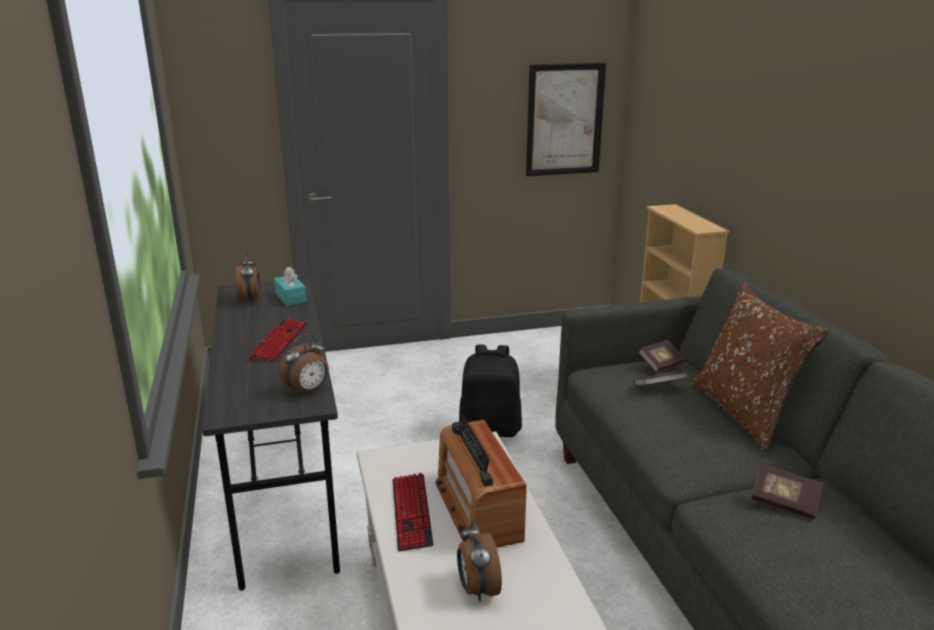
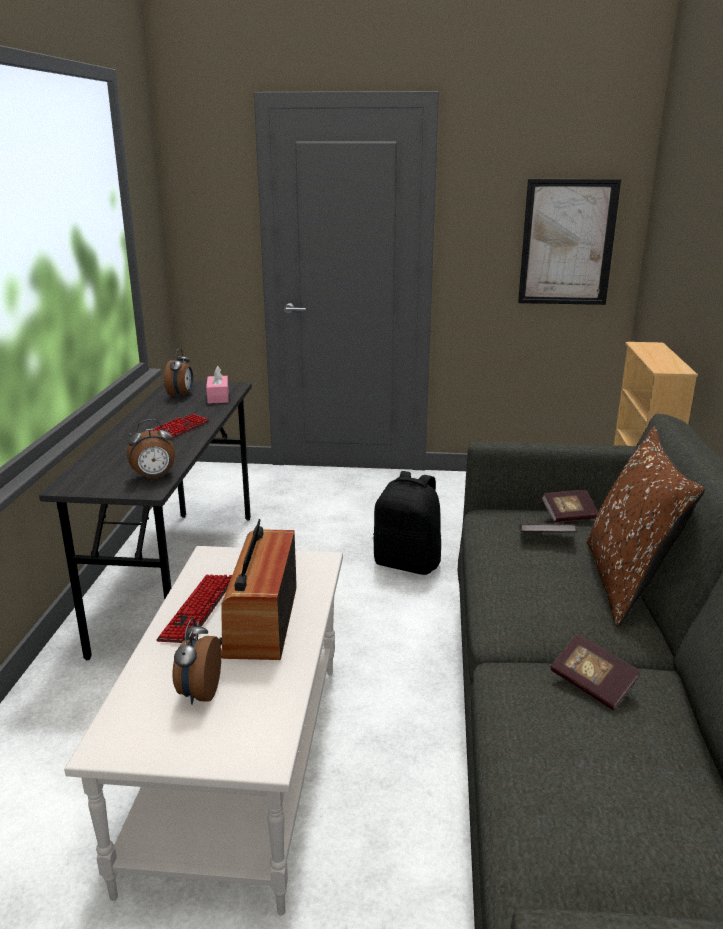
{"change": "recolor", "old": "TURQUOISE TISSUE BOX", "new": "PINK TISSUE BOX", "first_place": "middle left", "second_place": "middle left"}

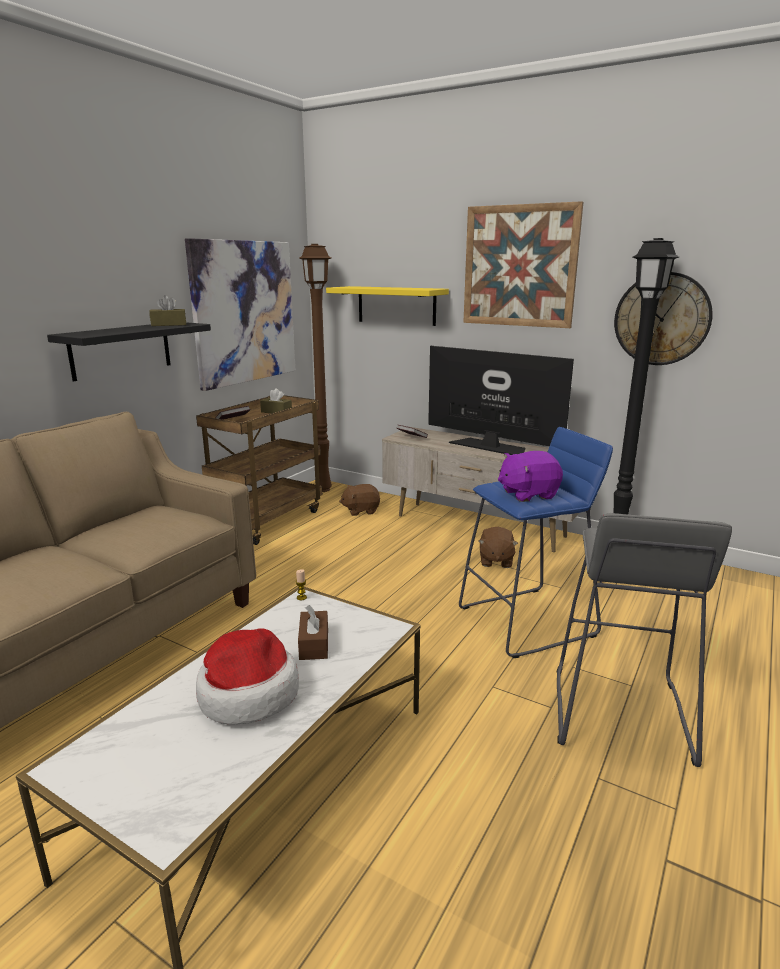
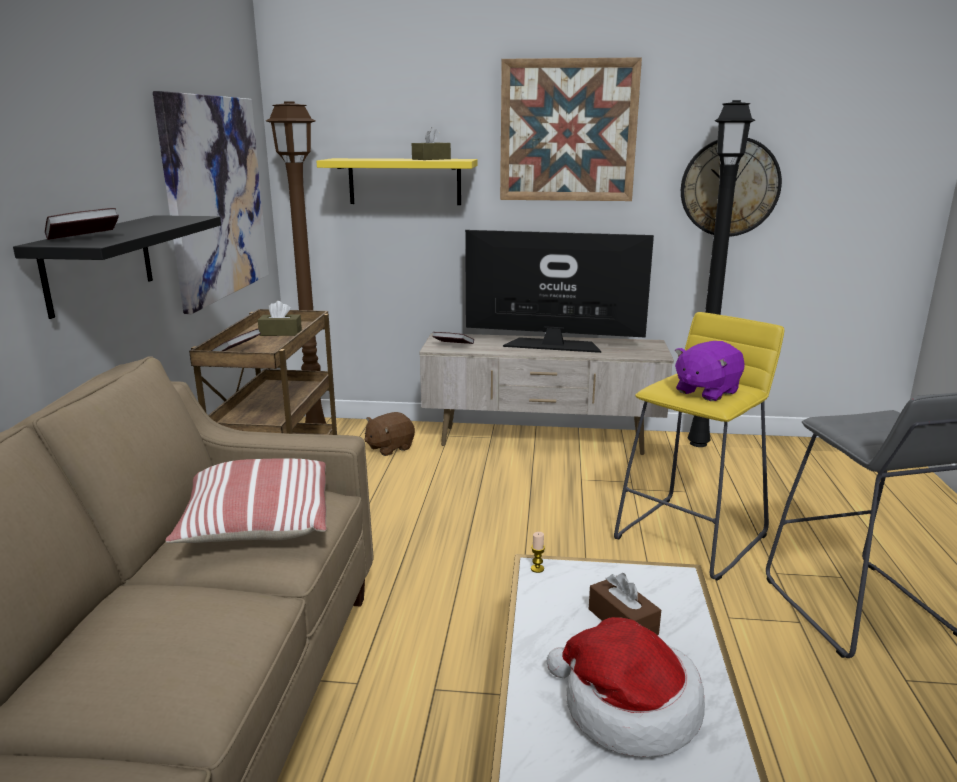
{"change": "delete", "old": "BROWN PLUSH TOY (2nd from left)", "first_place": "centre"}
{"change": "insert", "new": "BOOK (1st from left)", "second_place": "top left"}
{"change": "insert", "new": "PILLOW", "second_place": "middle left"}
{"change": "move", "old": "BROWN TISSUE BOX (1st from left in the first image)", "new": "BROWN TISSUE BOX (2nd from left)", "first_place": "top left", "second_place": "top centre"}
{"change": "recolor", "old": "BLUE STOOL", "new": "YELLOW STOOL", "first_place": "middle right", "second_place": "middle right"}

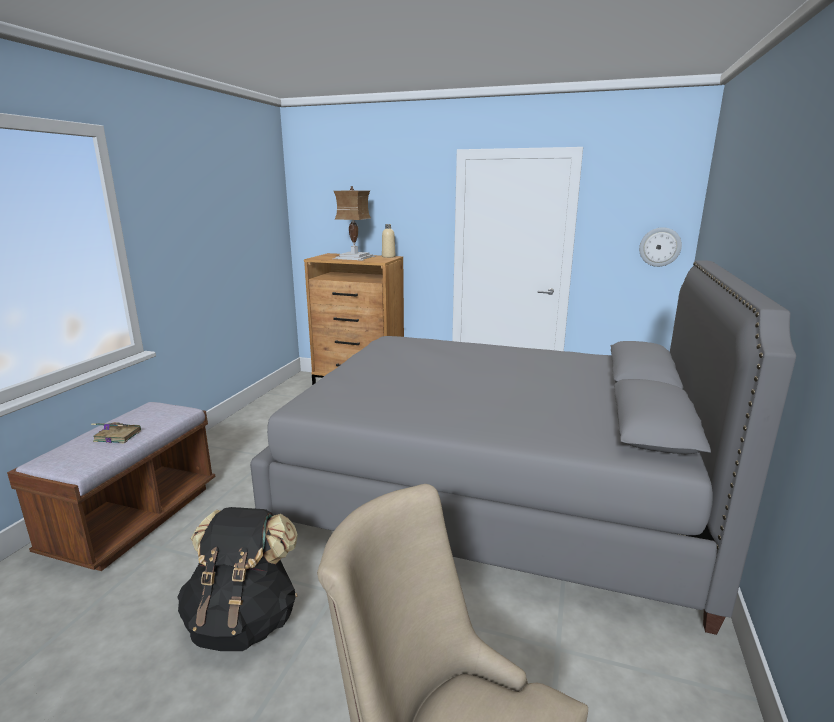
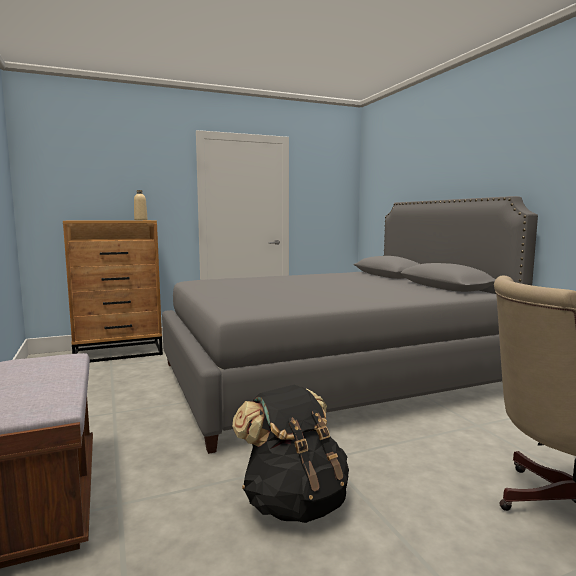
{"change": "delete", "old": "BOOK", "first_place": "middle left"}
{"change": "delete", "old": "TABLE LAMP", "first_place": "top centre"}
{"change": "delete", "old": "WALL CLOCK", "first_place": "middle right"}

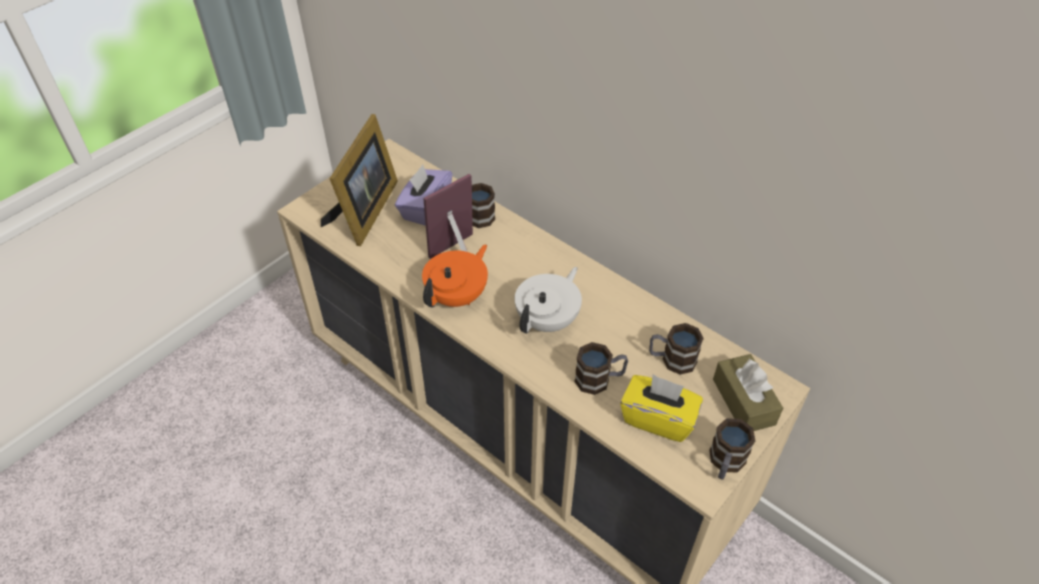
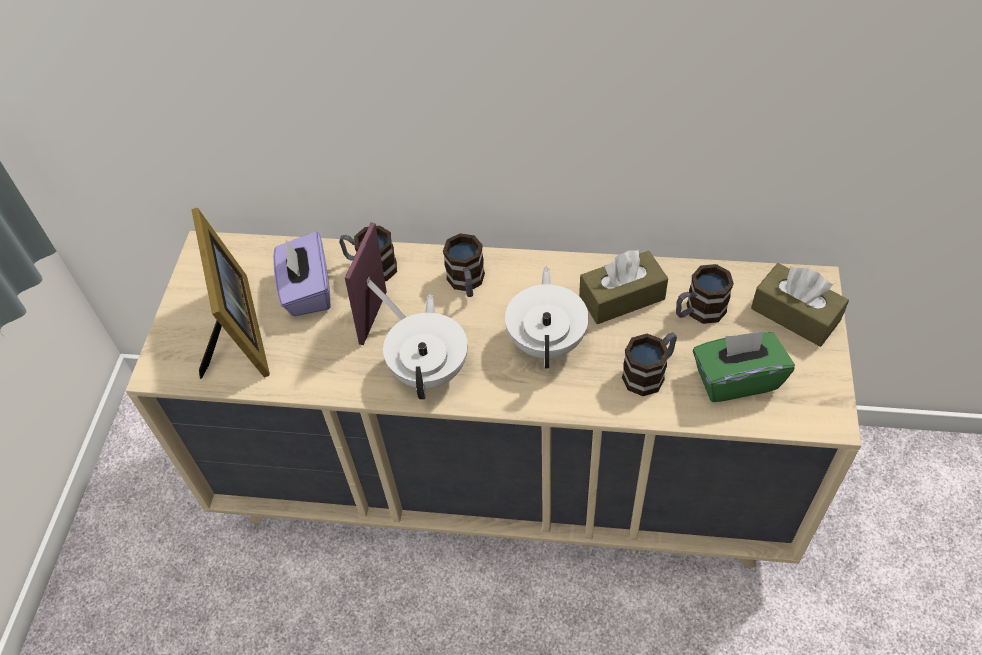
{"change": "insert", "new": "BROWN TISSUE BOX (1st from left)", "second_place": "centre"}
{"change": "move", "old": "MUG (4th from left in the first image)", "new": "MUG (2nd from left)", "first_place": "bottom right", "second_place": "centre"}
{"change": "recolor", "old": "ORANGE TEAPOT", "new": "WHITE TEAPOT (1st from left)", "first_place": "centre", "second_place": "centre"}
{"change": "recolor", "old": "YELLOW TISSUE BOX", "new": "GREEN TISSUE BOX", "first_place": "bottom centre", "second_place": "middle right"}

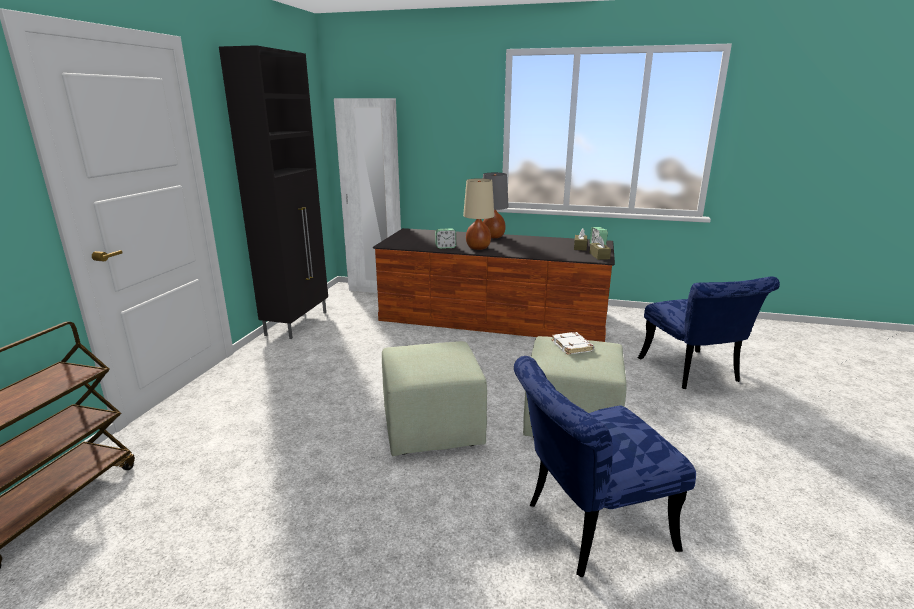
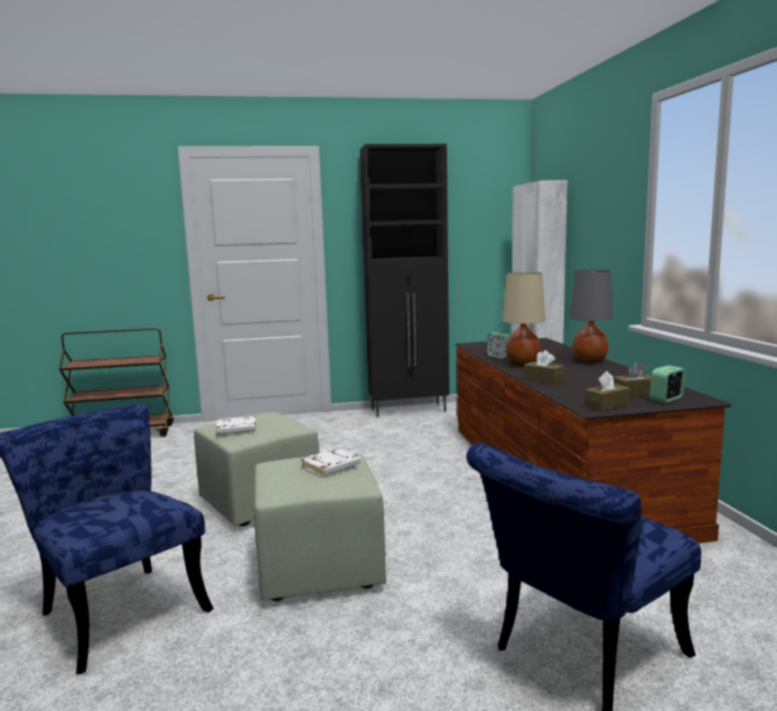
{"change": "insert", "new": "WHITE BOOK (1st from left)", "second_place": "middle left"}
{"change": "insert", "new": "BROWN TISSUE BOX (1st from left)", "second_place": "middle right"}

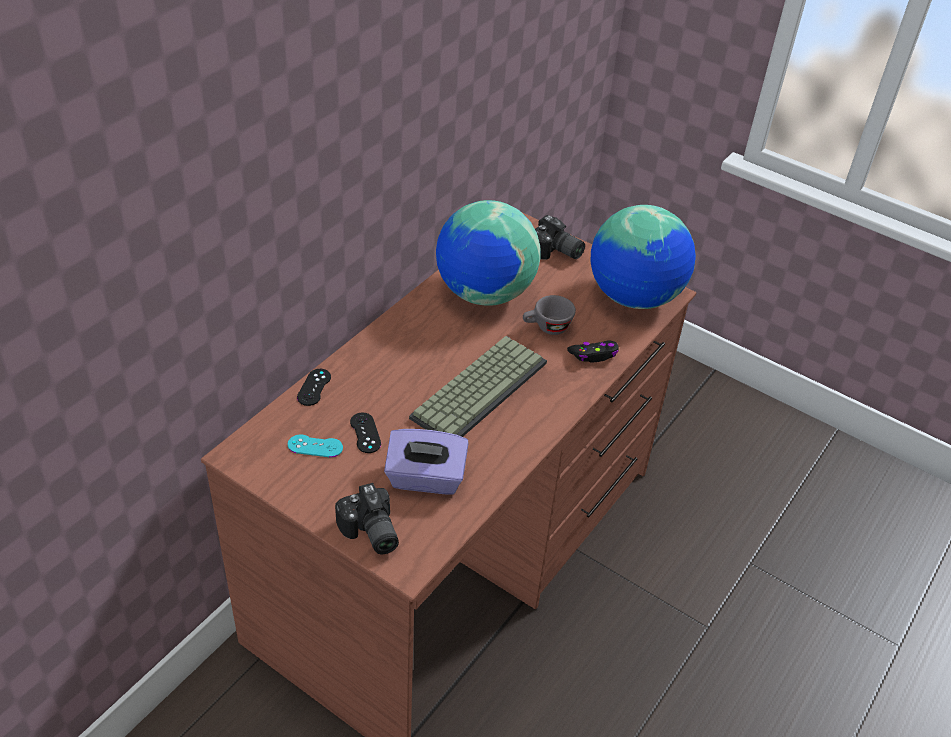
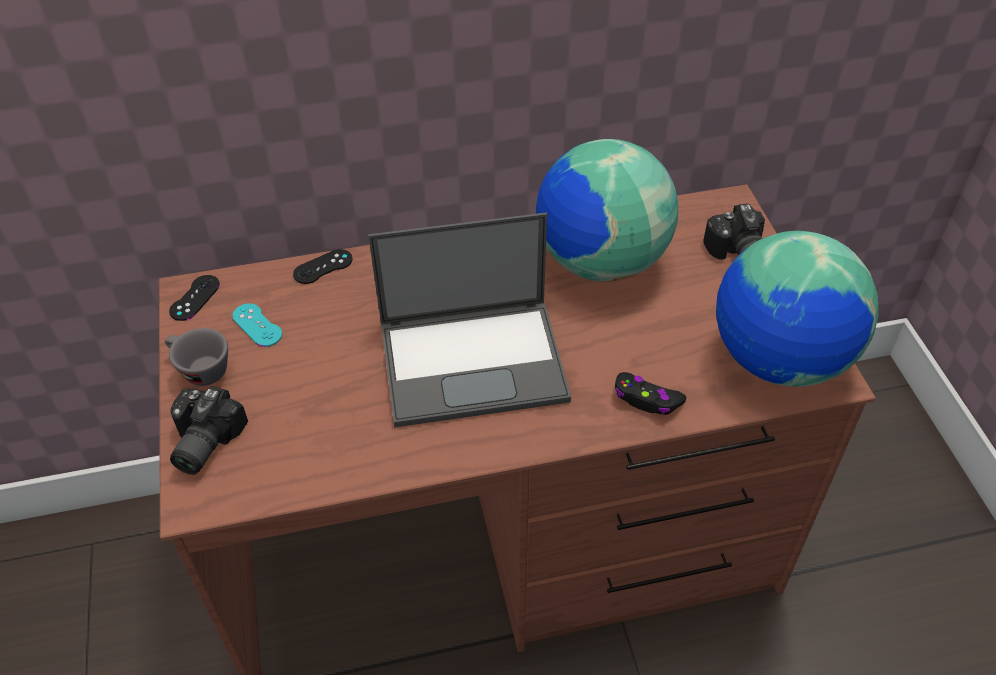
{"change": "delete", "old": "PURPLE TISSUE BOX", "first_place": "centre"}
{"change": "move", "old": "BLACK GAME CONTROLLER (2nd from left in the first image)", "new": "BLACK GAME CONTROLLER (1st from left)", "first_place": "centre", "second_place": "middle left"}
{"change": "move", "old": "GREY CUP", "first_place": "centre", "second_place": "middle left"}
{"change": "replace", "old": "KEYBOARD", "new": "LAPTOP", "first_place": "centre", "second_place": "centre"}

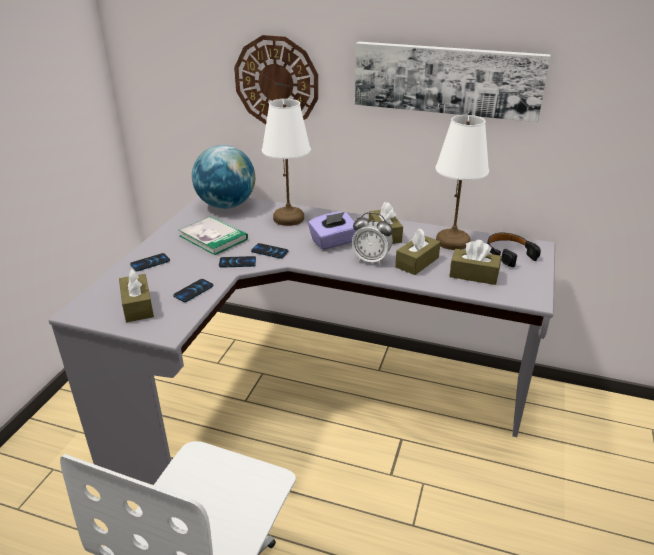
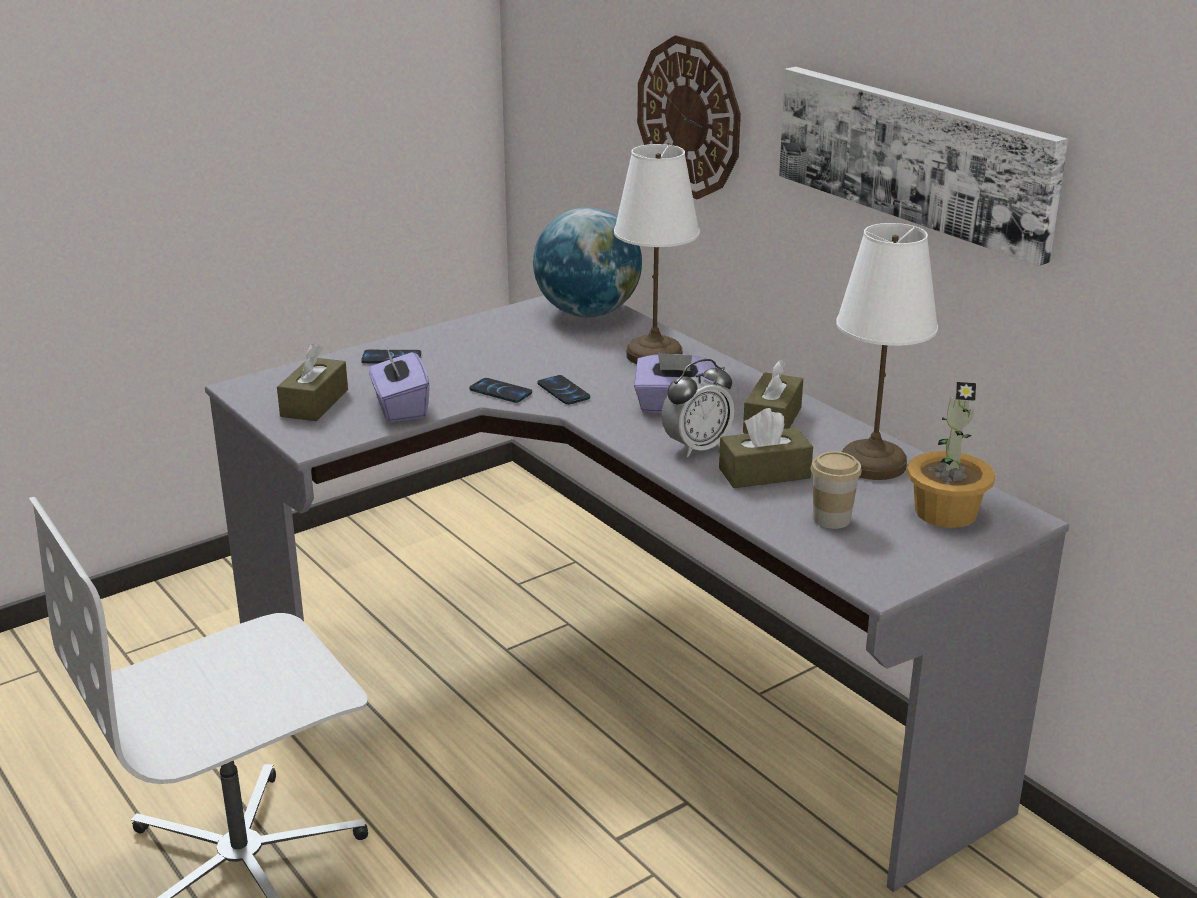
{"change": "delete", "old": "BOOK", "first_place": "middle left"}
{"change": "replace", "old": "PHONE (2nd from left)", "new": "PURPLE TISSUE BOX (1st from left)", "first_place": "middle left", "second_place": "centre"}
{"change": "replace", "old": "BROWN TISSUE BOX (4th from left)", "new": "CUP", "first_place": "middle right", "second_place": "middle right"}
{"change": "replace", "old": "BLACK HEADPHONES", "new": "POTTED PLANT", "first_place": "middle right", "second_place": "middle right"}
{"change": "rotate", "old": "ALARM CLOCK", "first_place": "centre", "second_place": "centre", "degrees": -90}

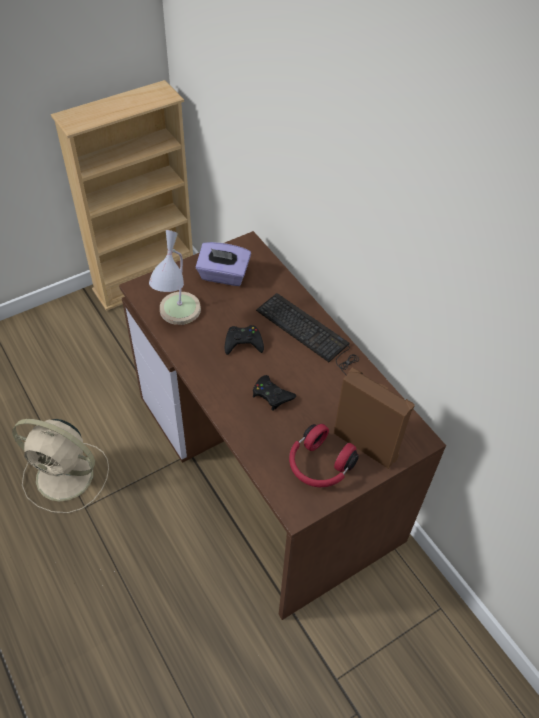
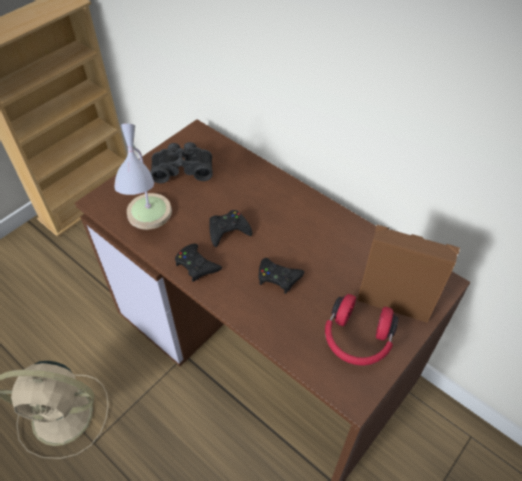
{"change": "delete", "old": "KEYBOARD", "first_place": "centre"}
{"change": "insert", "new": "BLACK GAME CONTROLLER (1st from left)", "second_place": "centre"}
{"change": "replace", "old": "PURPLE TISSUE BOX", "new": "BLACK BINOCULARS", "first_place": "centre", "second_place": "centre"}

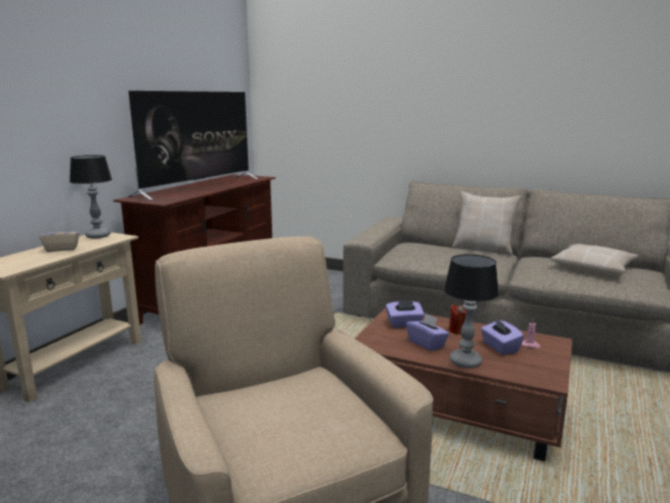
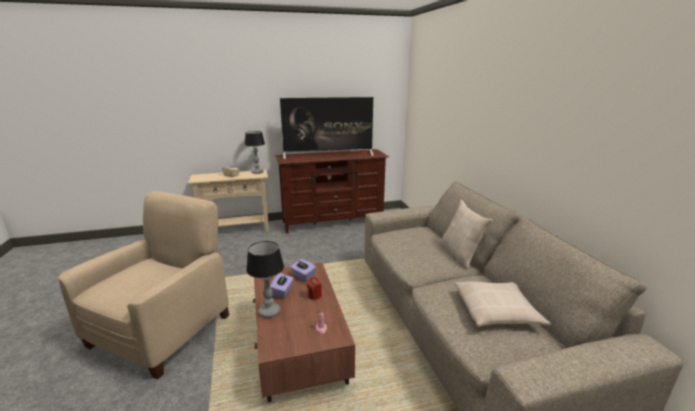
{"change": "delete", "old": "PURPLE TISSUE BOX (3rd from left)", "first_place": "bottom right"}

